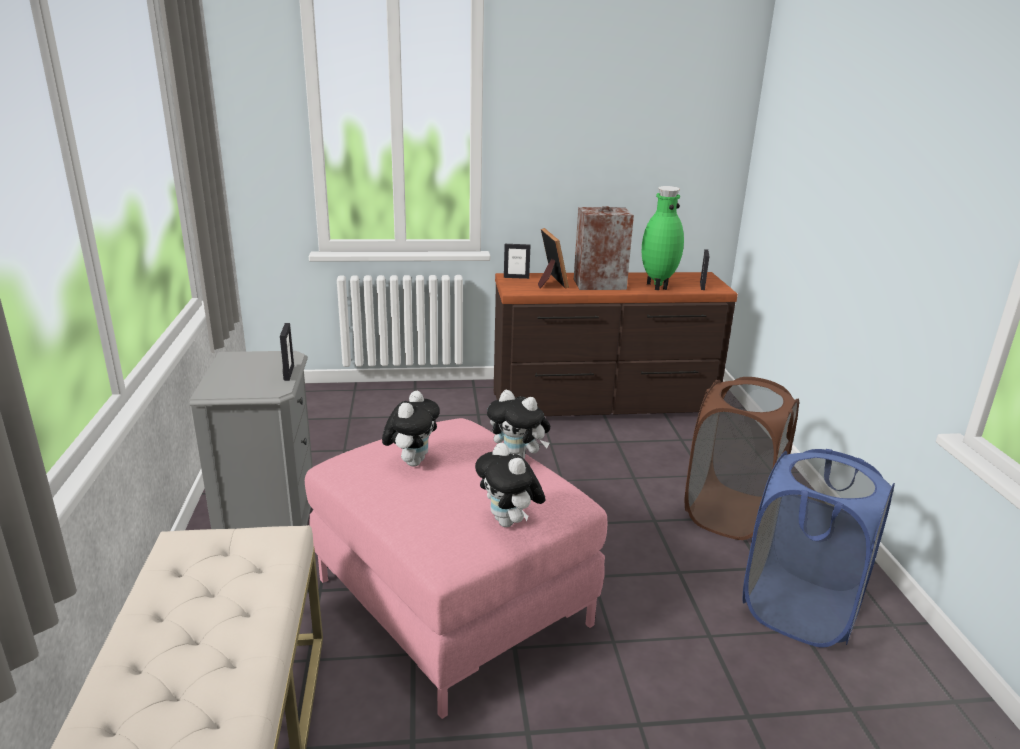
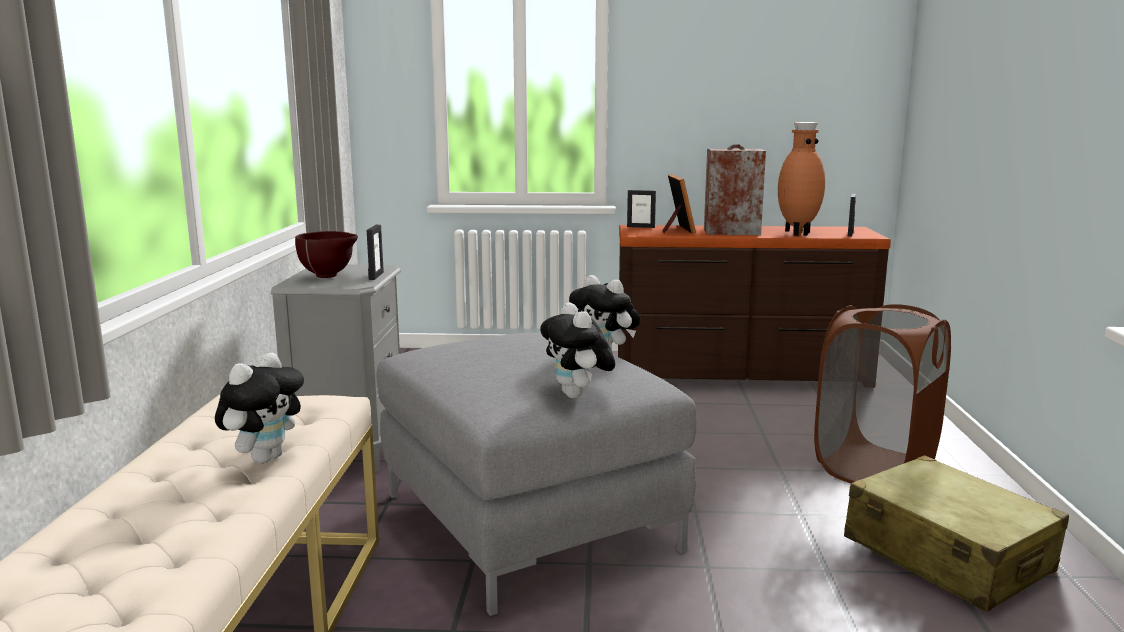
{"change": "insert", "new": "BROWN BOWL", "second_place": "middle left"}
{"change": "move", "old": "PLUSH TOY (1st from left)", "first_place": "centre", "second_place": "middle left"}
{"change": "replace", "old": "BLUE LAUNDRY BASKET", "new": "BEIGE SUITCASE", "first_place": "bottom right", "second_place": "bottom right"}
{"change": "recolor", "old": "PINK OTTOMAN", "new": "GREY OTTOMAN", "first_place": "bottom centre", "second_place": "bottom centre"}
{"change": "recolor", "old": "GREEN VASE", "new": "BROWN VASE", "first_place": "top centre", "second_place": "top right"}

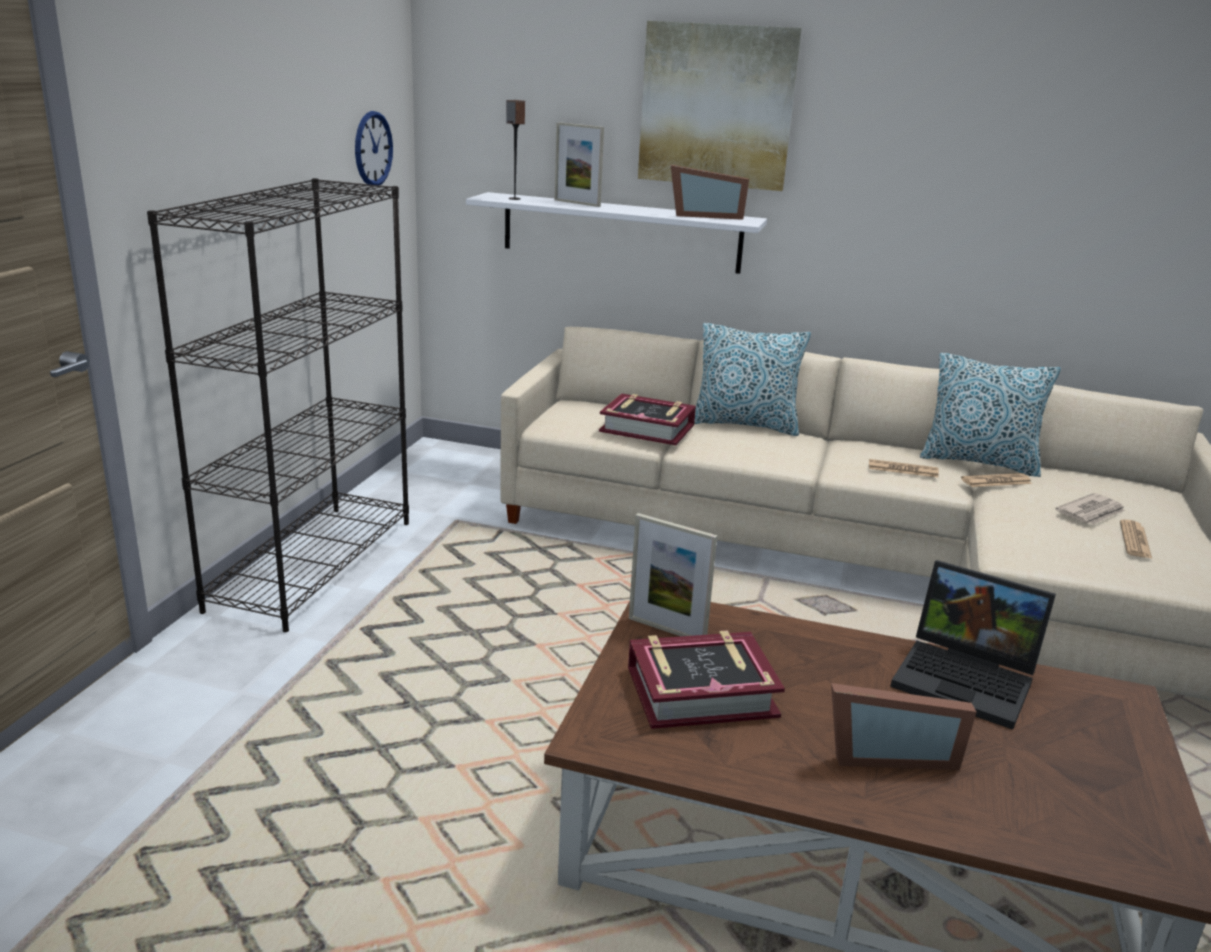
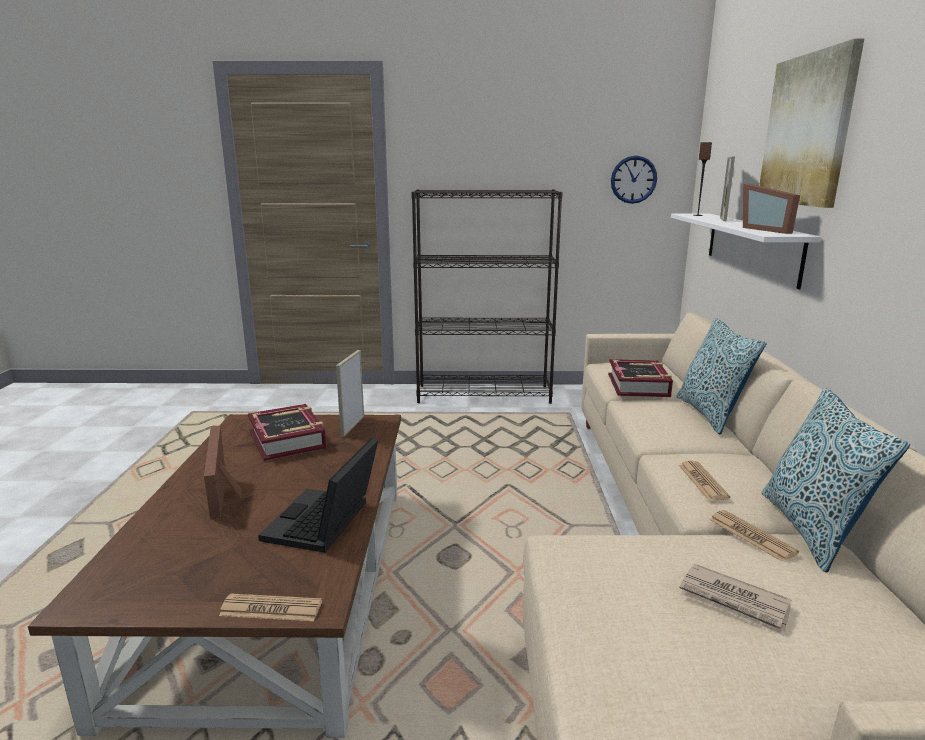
{"change": "move", "old": "NEWSPAPER (4th from left in the first image)", "new": "NEWSPAPER (1st from left)", "first_place": "middle right", "second_place": "bottom left"}

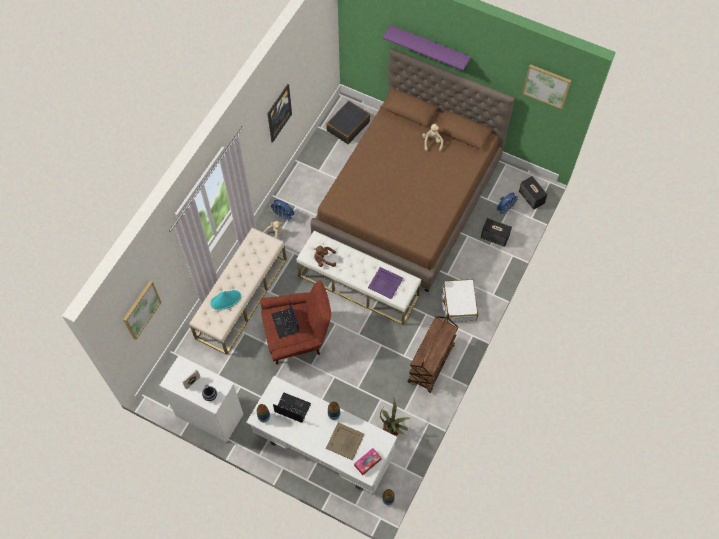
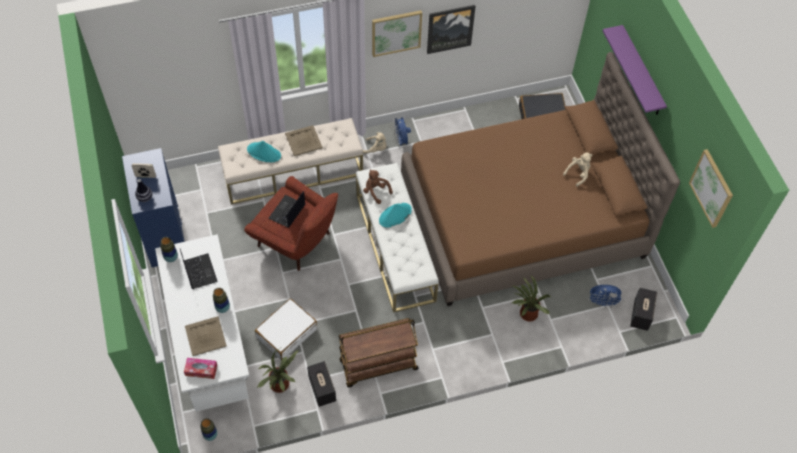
{"change": "delete", "old": "PURPLE TRAY", "first_place": "centre"}
{"change": "insert", "new": "BEIGE TRAY (2nd from left)", "second_place": "top centre"}
{"change": "insert", "new": "TURQUOISE HAT (2nd from left)", "second_place": "centre"}
{"change": "insert", "new": "POTTED PLANT (2nd from left)", "second_place": "centre"}
{"change": "move", "old": "PICTURE (1st from left)", "first_place": "middle left", "second_place": "top centre"}
{"change": "move", "old": "WHITE SUITCASE", "first_place": "centre", "second_place": "bottom centre"}
{"change": "move", "old": "SPEAKER (1st from left)", "first_place": "middle right", "second_place": "bottom centre"}
{"change": "recolor", "old": "WHITE DRESSER", "new": "BLUE DRESSER", "first_place": "bottom left", "second_place": "middle left"}

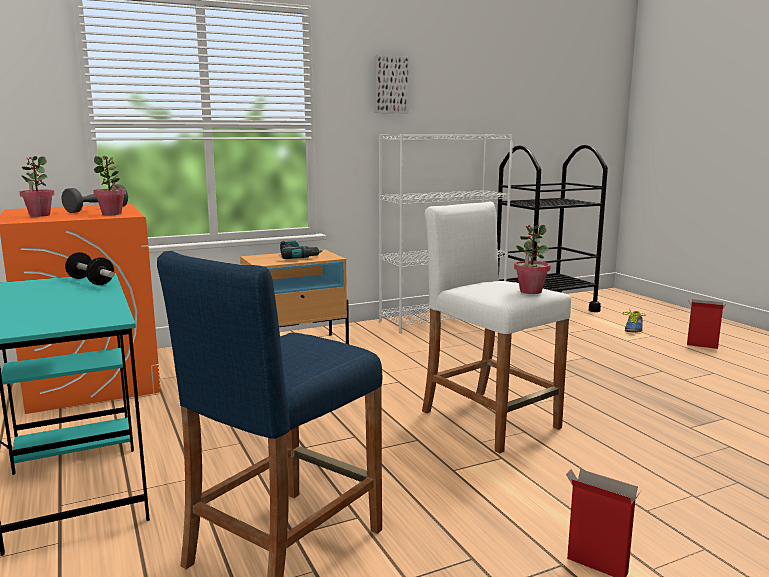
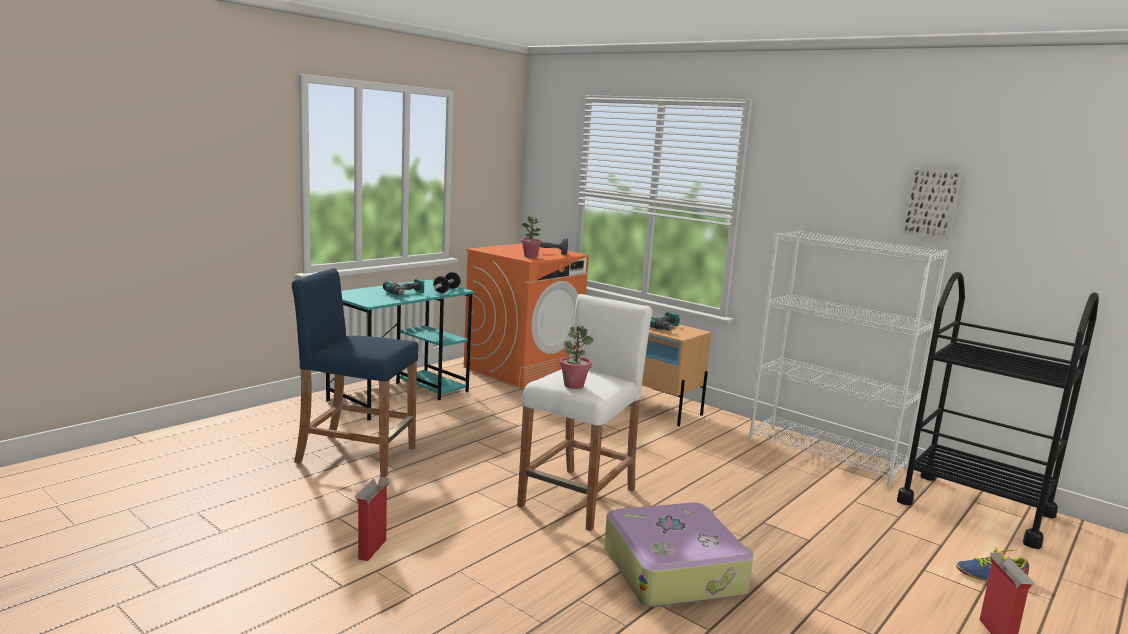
{"change": "delete", "old": "POTTED PLANT (1st from left)", "first_place": "top left"}
{"change": "insert", "new": "POWER DRILL (1st from left)", "second_place": "centre"}
{"change": "insert", "new": "SUITCASE", "second_place": "bottom centre"}
{"change": "move", "old": "PICTURE", "first_place": "top centre", "second_place": "top right"}

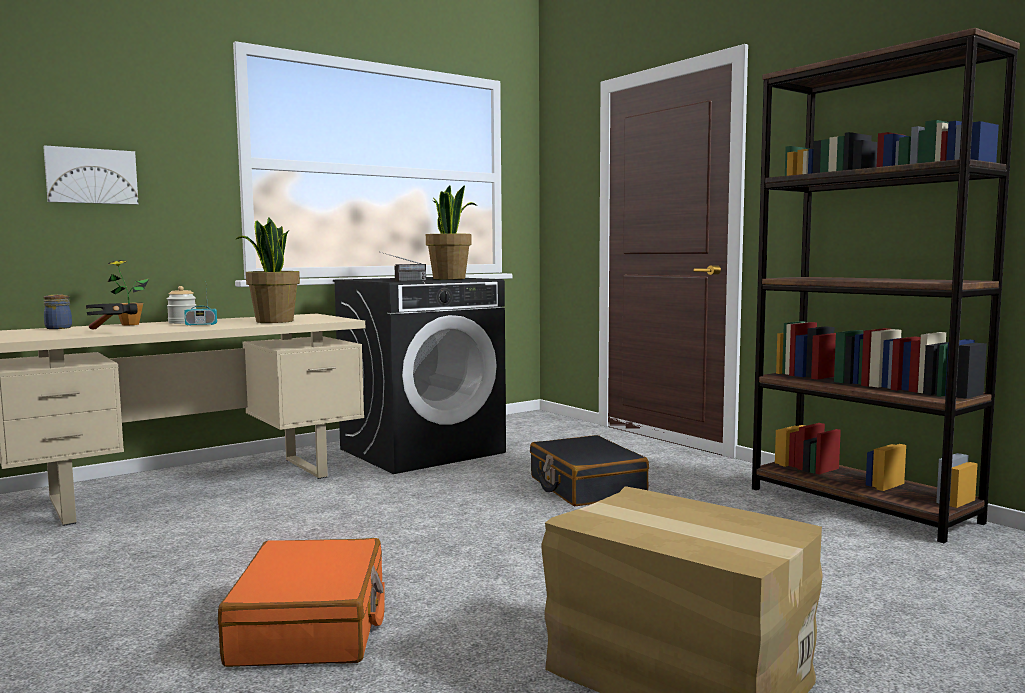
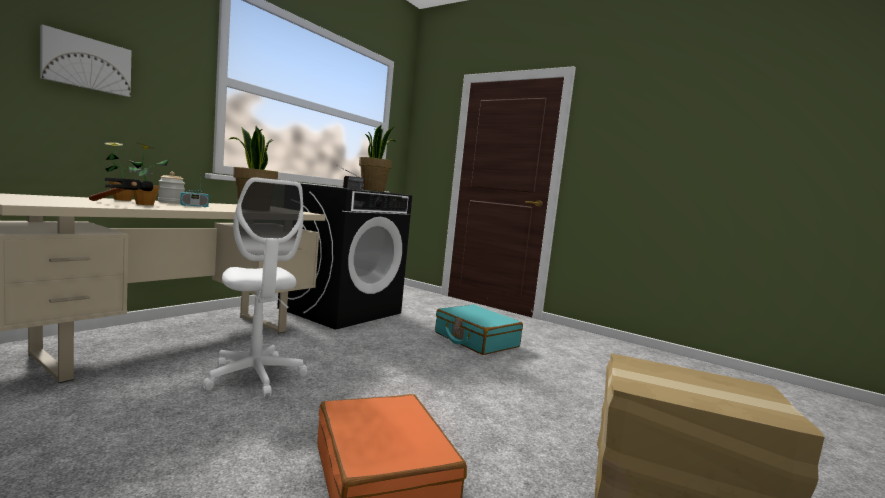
{"change": "delete", "old": "JAR (1st from left)", "first_place": "middle left"}
{"change": "delete", "old": "BROWN BOOKCASE", "first_place": "middle right"}
{"change": "insert", "new": "POTTED PLANT (2nd from left)", "second_place": "middle left"}
{"change": "insert", "new": "WHITE OFFICE CHAIR", "second_place": "middle left"}
{"change": "recolor", "old": "BLACK SUITCASE", "new": "TURQUOISE SUITCASE", "first_place": "bottom centre", "second_place": "centre"}

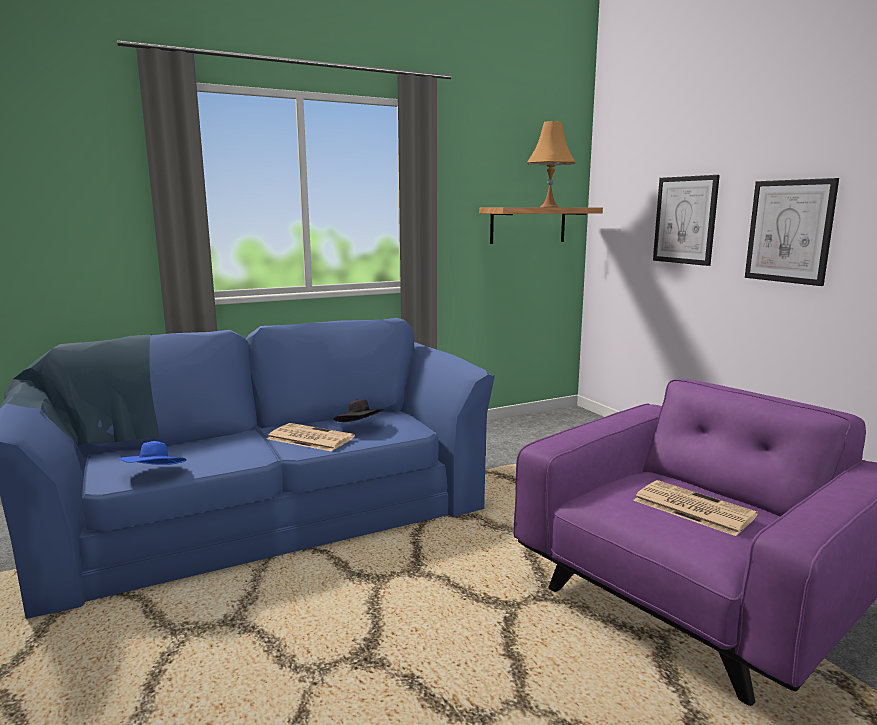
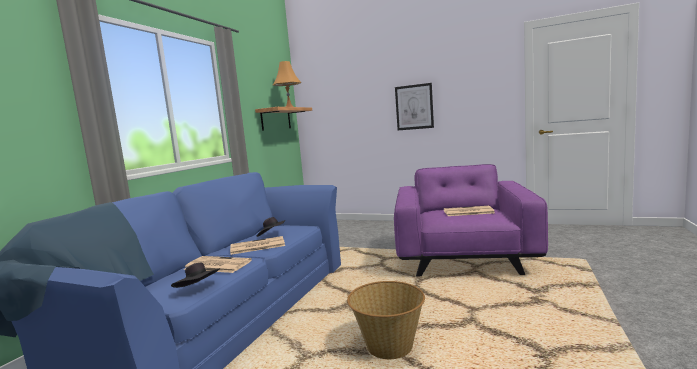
{"change": "delete", "old": "PICTURE (1st from left)", "first_place": "top right"}
{"change": "insert", "new": "NEWSPAPER (1st from left)", "second_place": "bottom left"}
{"change": "insert", "new": "BASKET", "second_place": "bottom centre"}
{"change": "recolor", "old": "BLUE HAT", "new": "BLACK HAT (1st from left)", "first_place": "middle left", "second_place": "bottom left"}

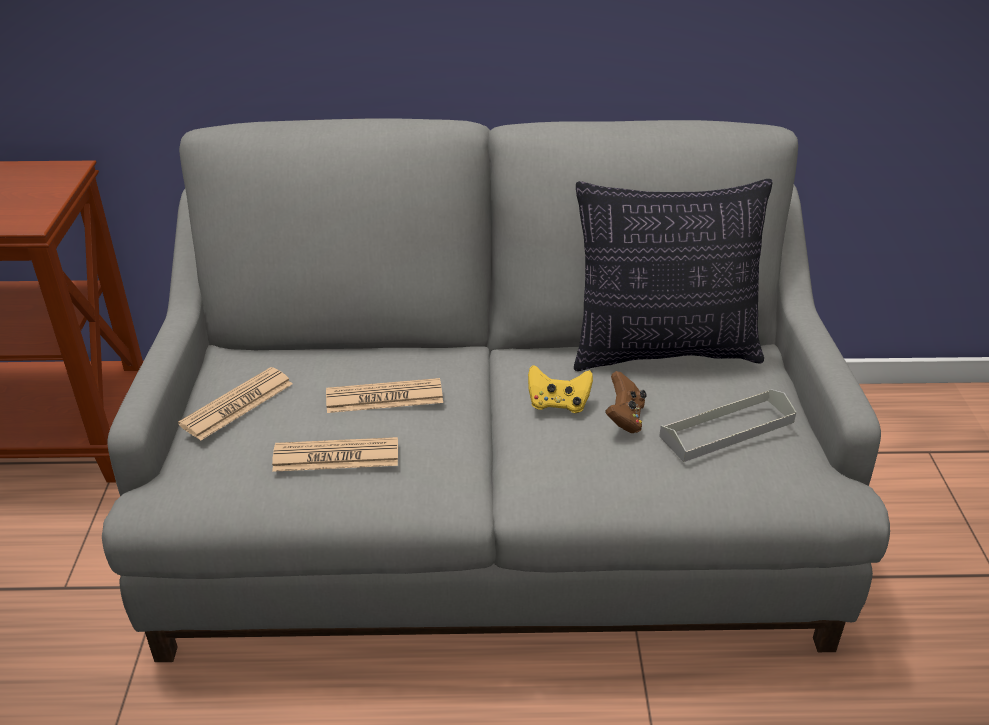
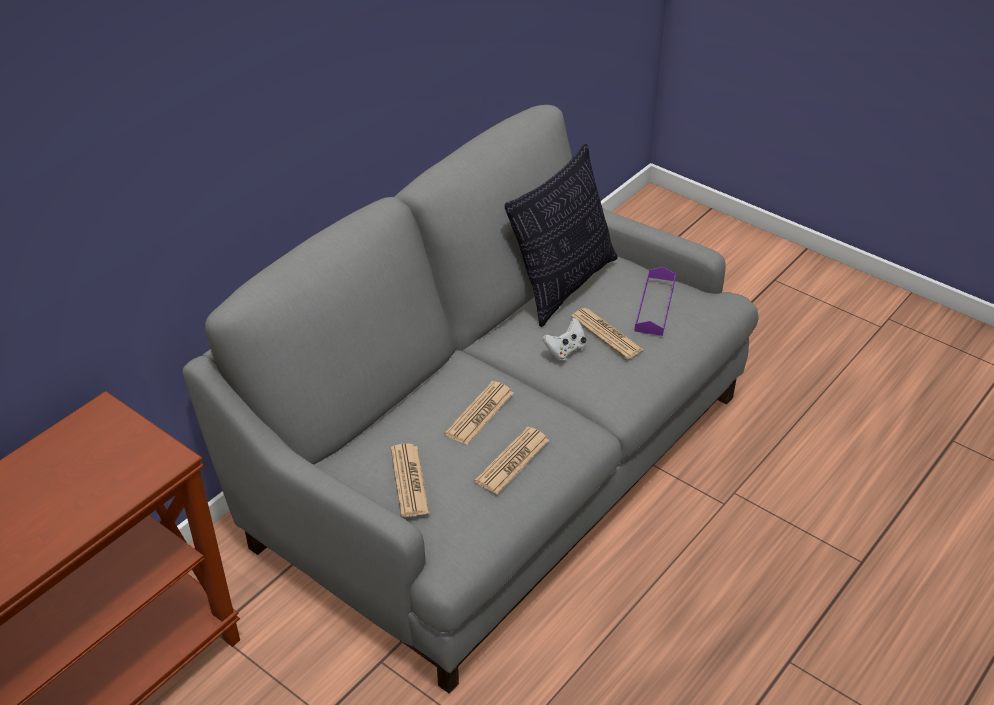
{"change": "replace", "old": "BROWN GAME CONTROLLER", "new": "NEWSPAPER (4th from left)", "first_place": "centre", "second_place": "centre"}
{"change": "recolor", "old": "YELLOW GAME CONTROLLER", "new": "WHITE GAME CONTROLLER", "first_place": "centre", "second_place": "centre"}
{"change": "recolor", "old": "GREY TRAY", "new": "PURPLE TRAY", "first_place": "middle right", "second_place": "centre"}

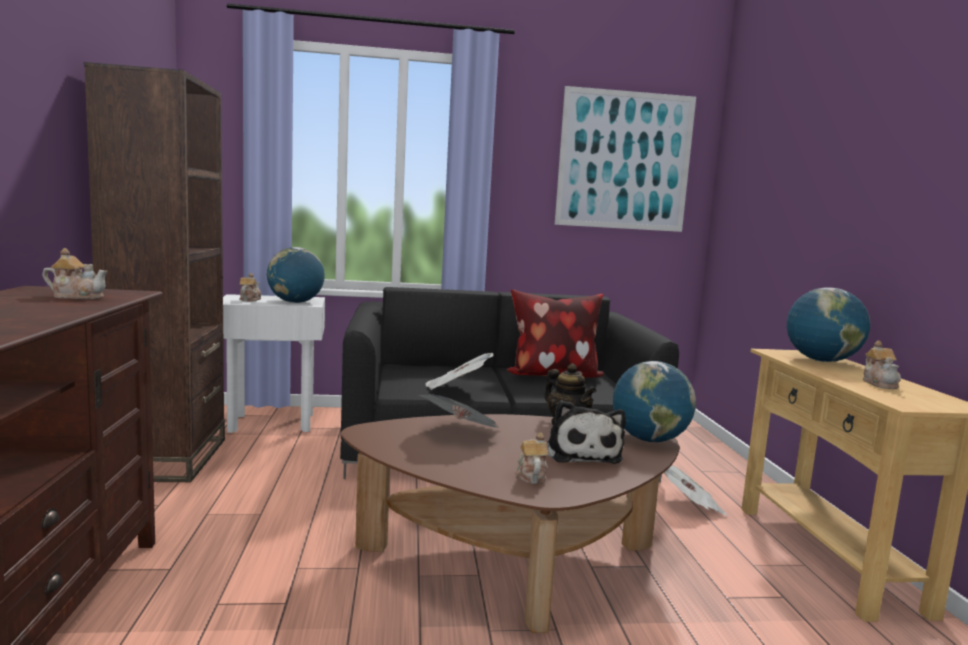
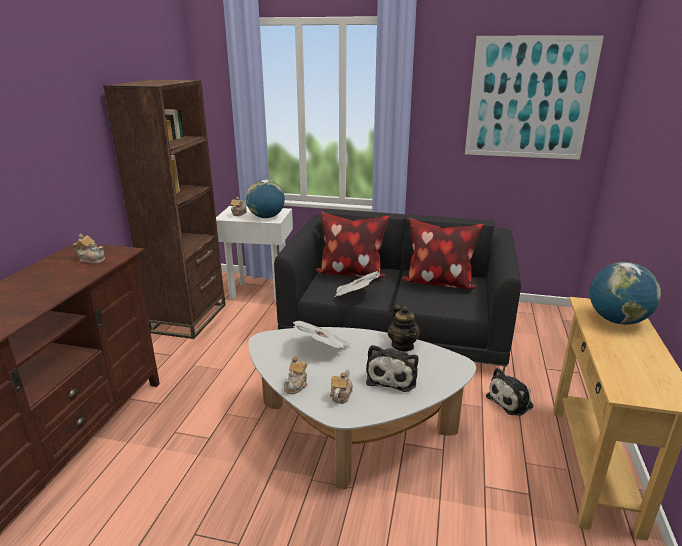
{"change": "delete", "old": "GLOBE (2nd from left)", "first_place": "middle right"}
{"change": "insert", "new": "PILLOW (1st from left)", "second_place": "centre"}
{"change": "move", "old": "TEAPOT (5th from left in the first image)", "new": "TEAPOT (3rd from left)", "first_place": "middle right", "second_place": "bottom centre"}
{"change": "replace", "old": "NEWSPAPER (3rd from left)", "new": "PLUSH TOY (2nd from left)", "first_place": "bottom right", "second_place": "bottom right"}
{"change": "recolor", "old": "BROWN COFFEE TABLE", "new": "WHITE COFFEE TABLE", "first_place": "bottom centre", "second_place": "bottom centre"}

